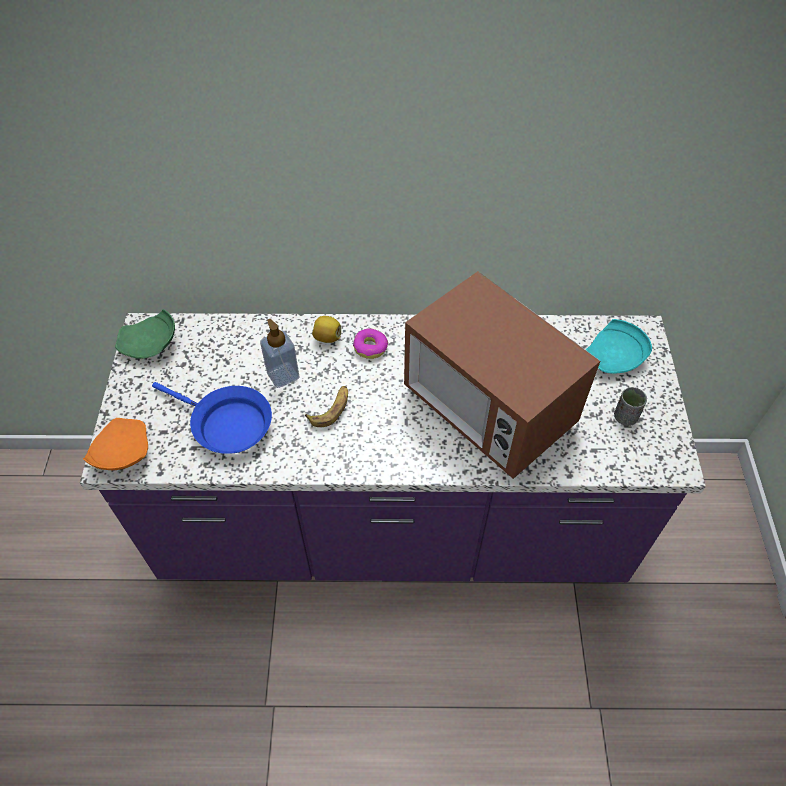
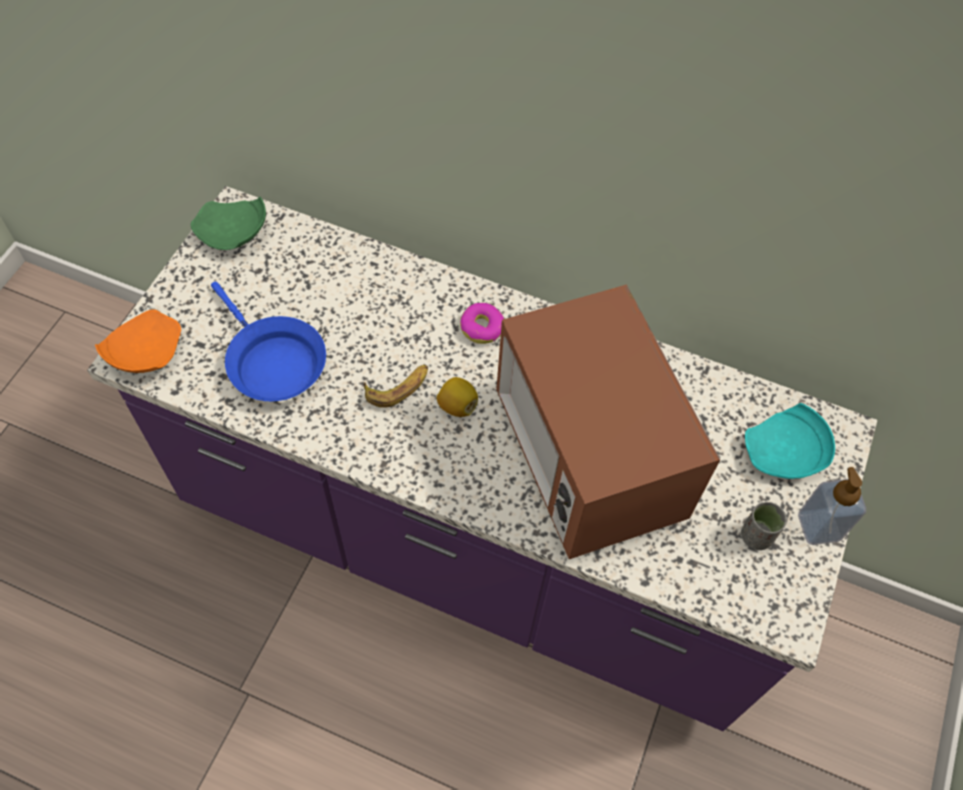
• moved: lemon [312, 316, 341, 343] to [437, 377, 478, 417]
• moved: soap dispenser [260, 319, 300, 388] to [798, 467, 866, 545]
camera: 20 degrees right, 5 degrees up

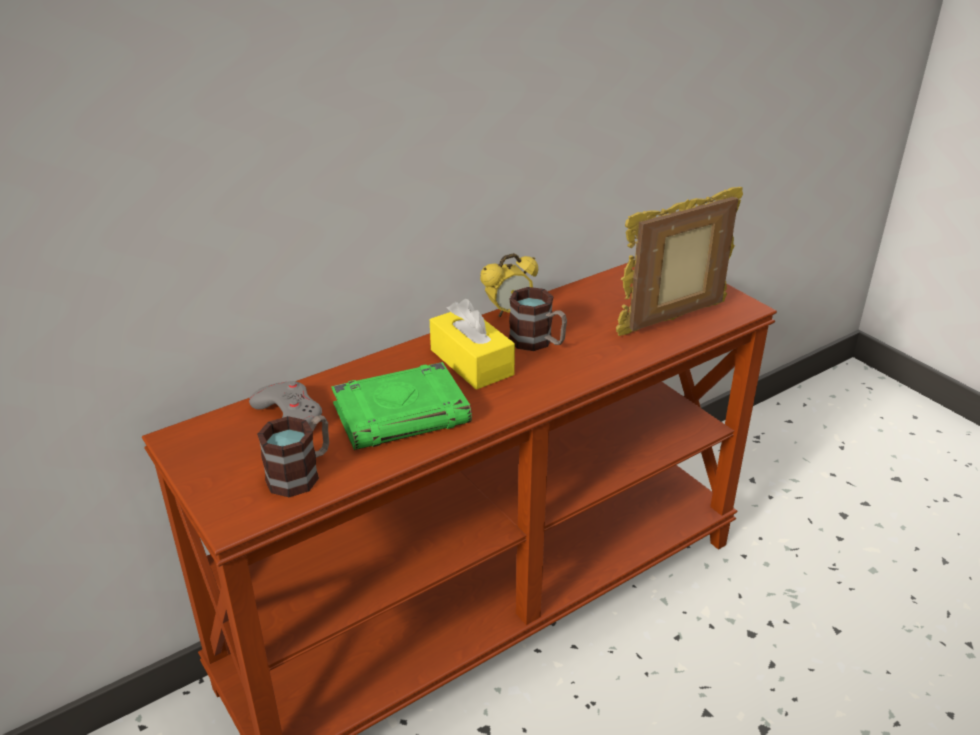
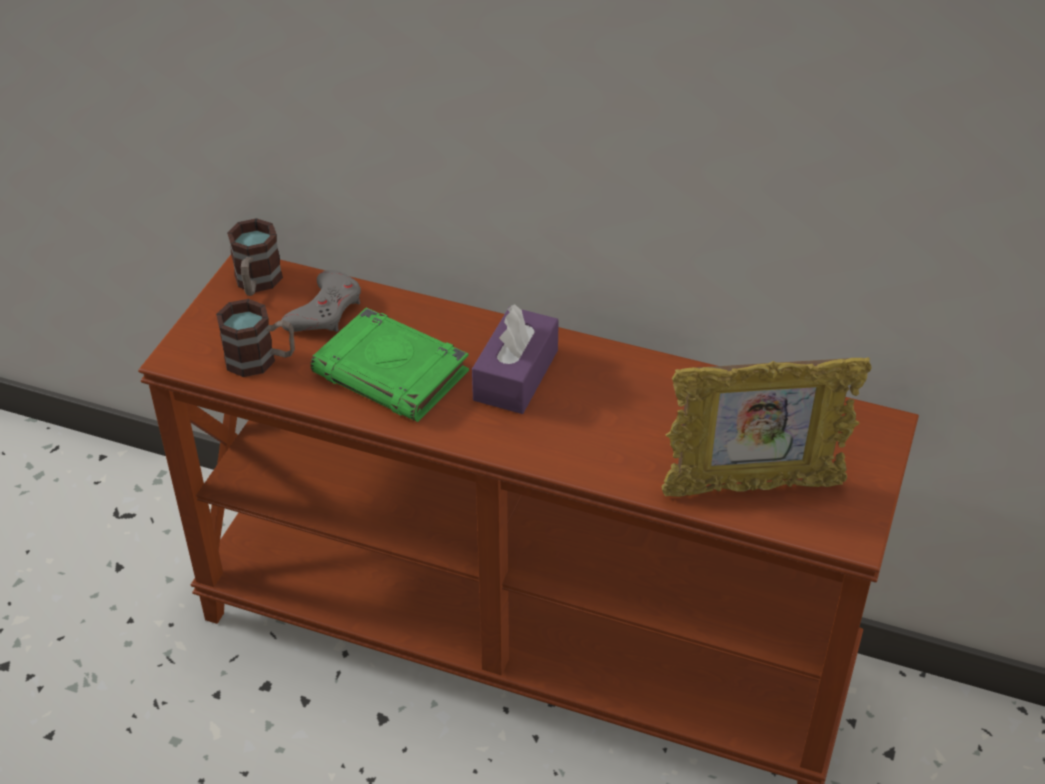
• moved: mug [509, 287, 567, 351] to [227, 218, 283, 296]
• recoloured: tissue box/yellow [430, 299, 515, 390] to tissue box/purple [472, 304, 559, 414]
• turned: picture frame [616, 187, 743, 336] = [661, 357, 872, 497] 150 degrees clockwise
• removed: alarm clock [480, 253, 538, 317]
camera: 55 degrees right, 10 degrees up

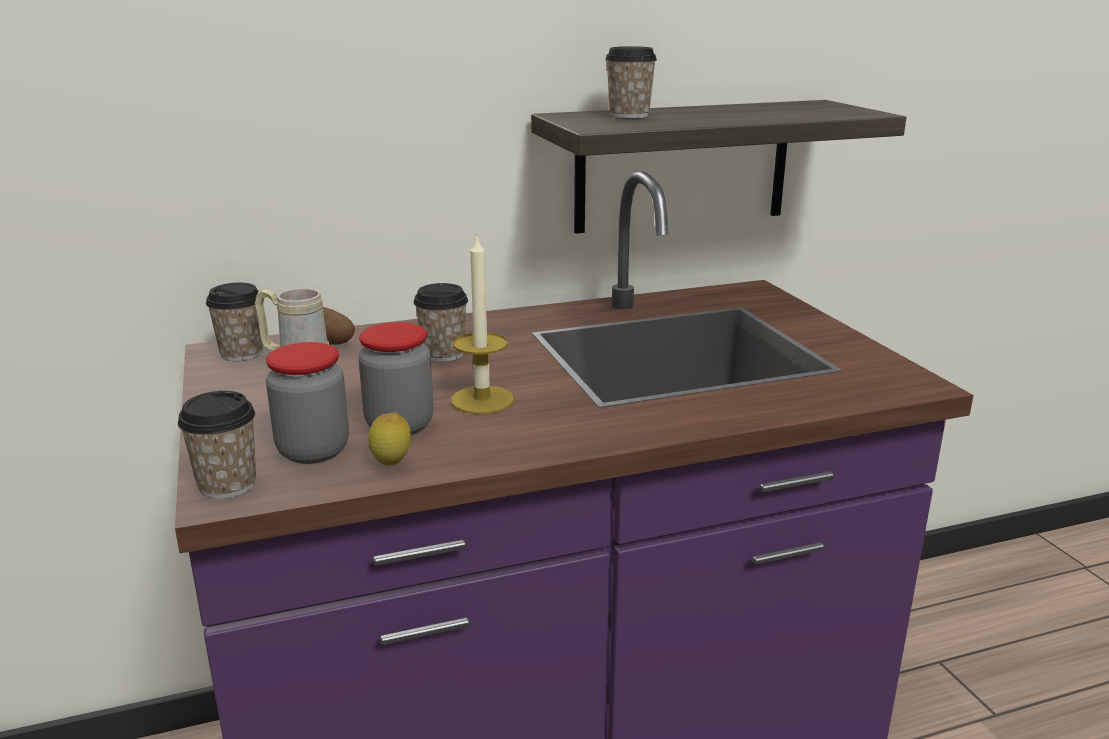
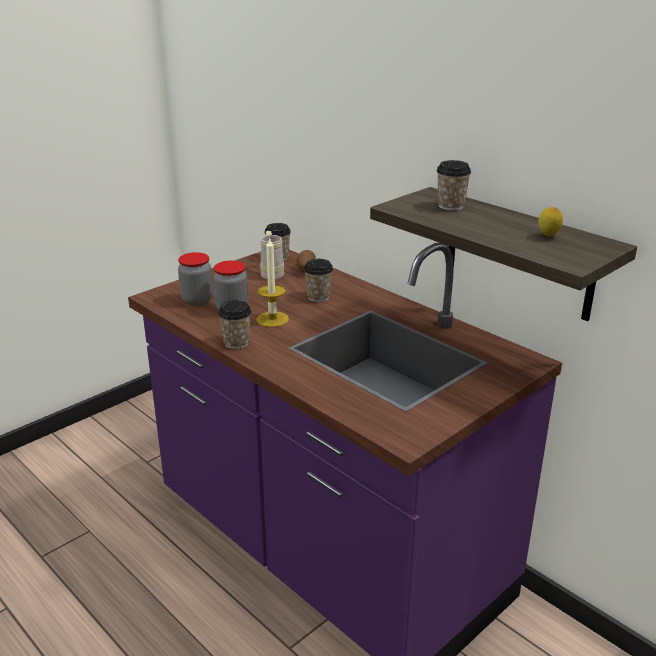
• moved: cup [178, 391, 256, 499] to [218, 300, 252, 349]
• moved: lemon [368, 412, 411, 465] to [538, 207, 563, 236]
camera: 65 degrees right, 5 degrees up

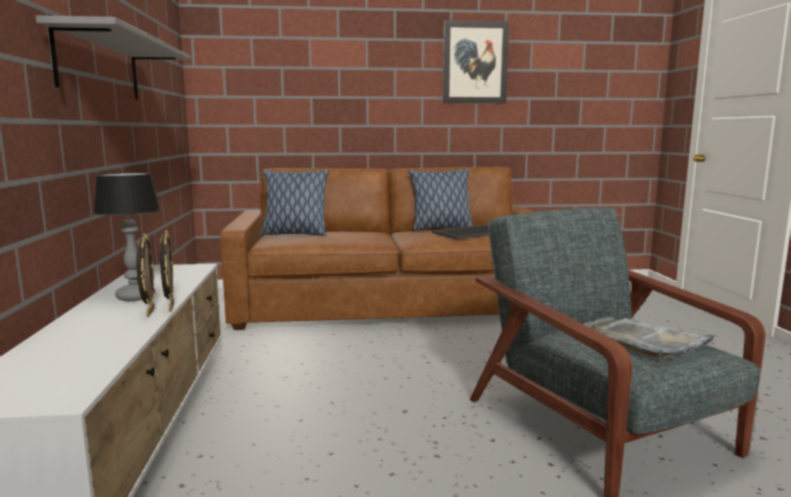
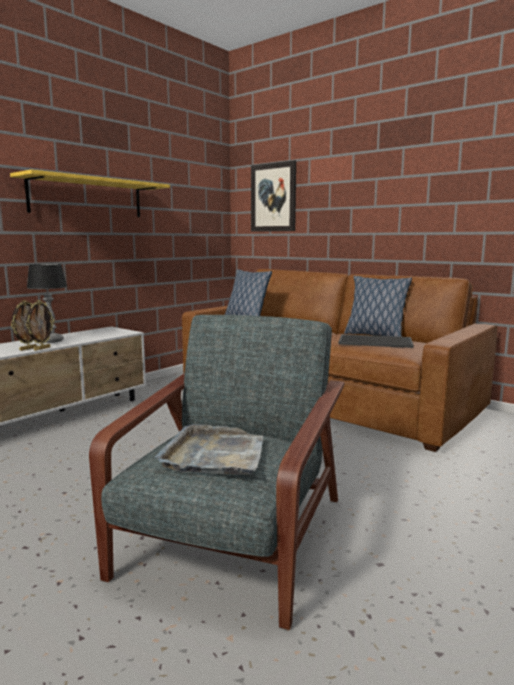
• recoloured: shelf/grey [36, 16, 191, 99] to shelf/yellow [10, 169, 170, 217]
• moved: picture [443, 20, 509, 104] to [251, 160, 296, 232]
camera: 45 degrees right, 0 degrees up

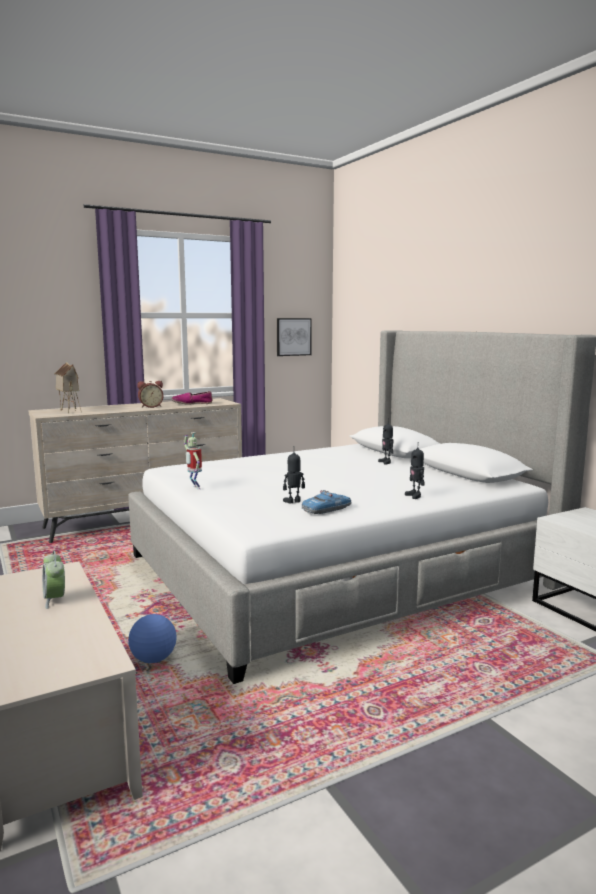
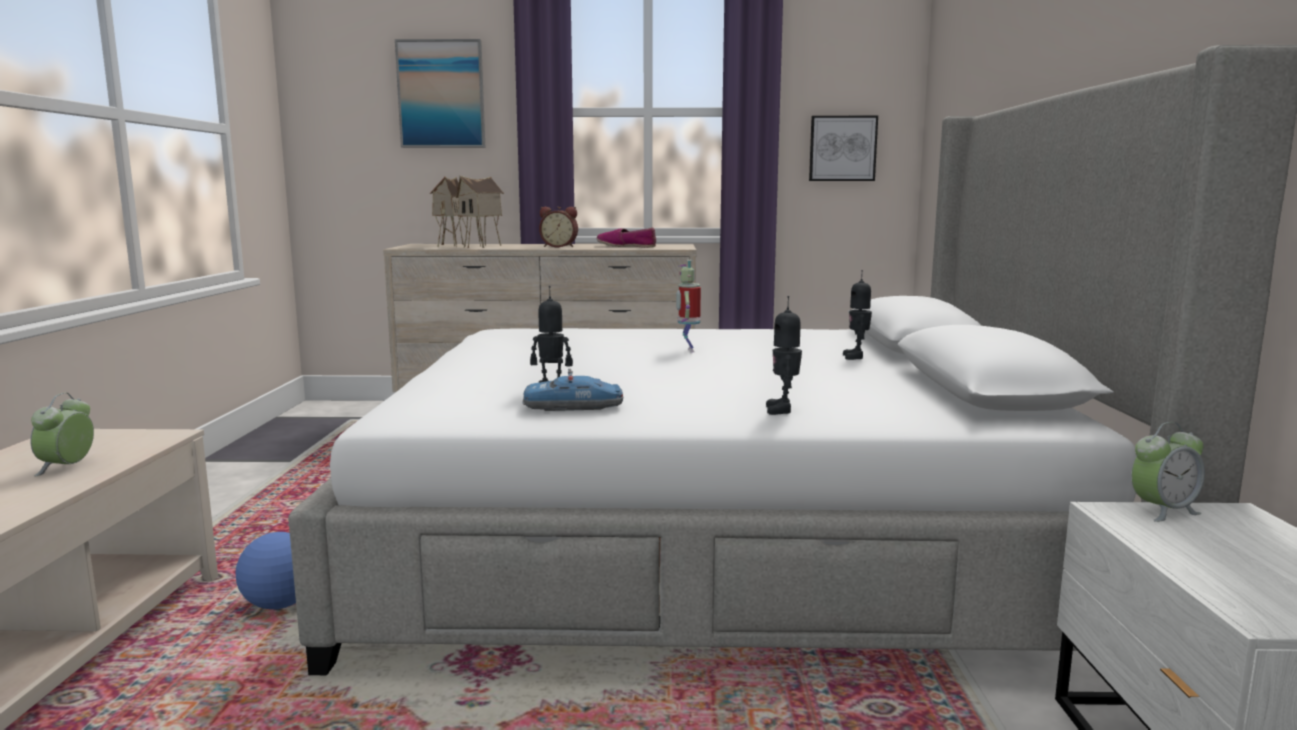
• added: picture [395, 39, 485, 148]
• added: toy house [456, 176, 504, 248]
• moved: toy robot [184, 432, 202, 489] to [676, 260, 701, 352]
• added: alarm clock [1131, 422, 1205, 522]
camera: 30 degrees right, 0 degrees up

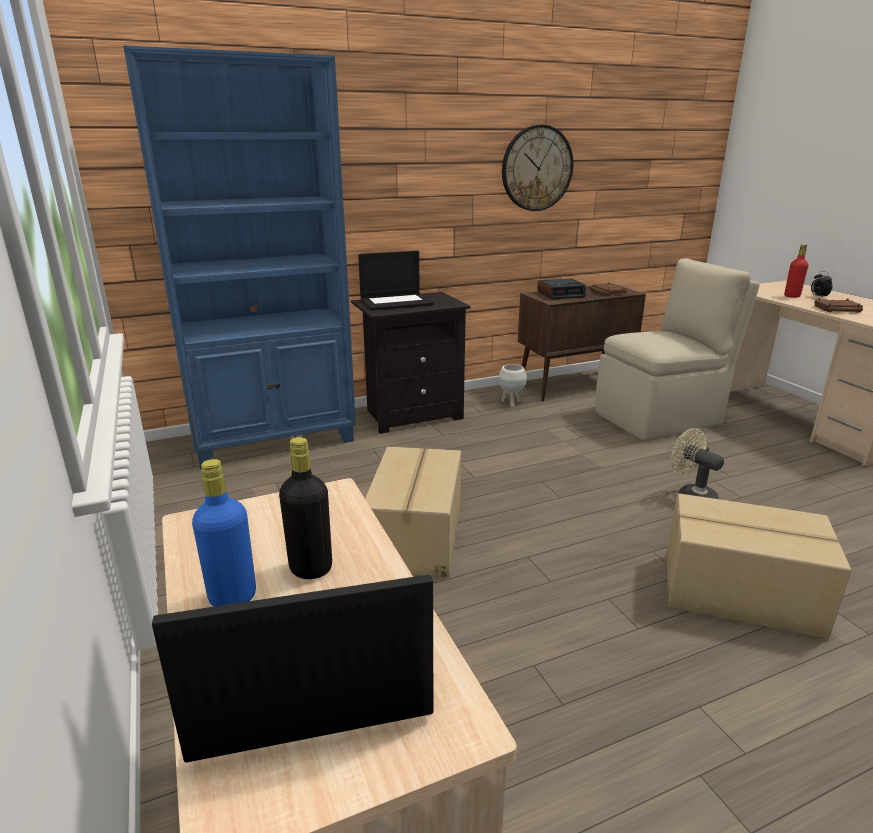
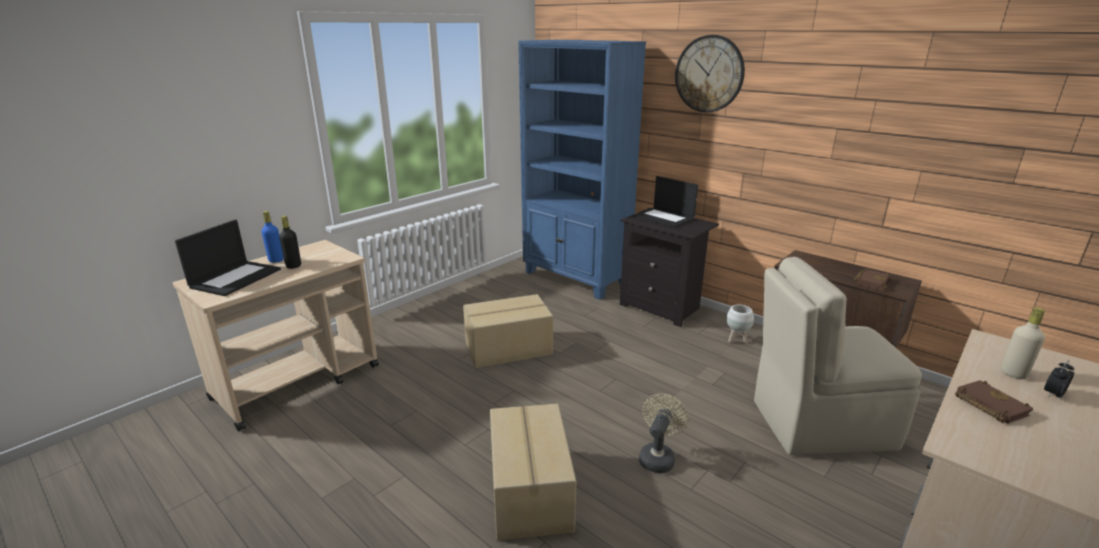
• turned: laptop [152, 575, 433, 763] = [175, 220, 281, 296] 60 degrees clockwise
• moved: wall clock [502, 125, 573, 211] to [675, 35, 745, 112]
• turned: chair/beige [595, 258, 760, 441] = [754, 257, 922, 455] 135 degrees clockwise
• recoloured: bottle/red [784, 244, 809, 298] to bottle/beige [1001, 307, 1045, 379]
• removed: alarm clock [537, 279, 586, 299]
camera: 65 degrees right, 0 degrees up

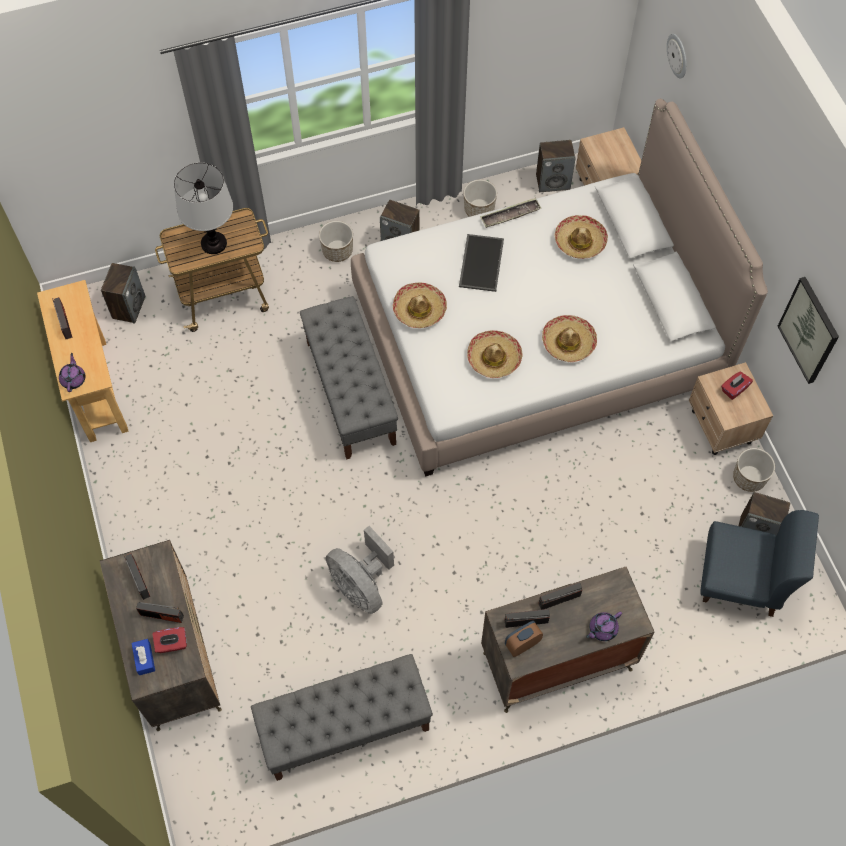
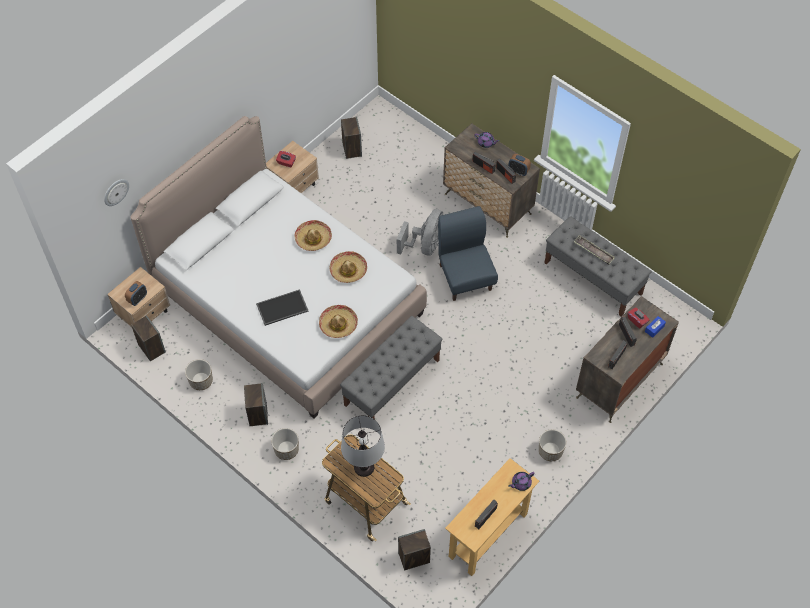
• added: alarm clock [125, 281, 147, 306]
• moved: fan/grey [325, 526, 394, 614] to [397, 209, 443, 256]
• moved: chair/blue [700, 510, 819, 617] to [438, 206, 498, 301]
• moved: planter [733, 448, 775, 492] to [539, 429, 566, 461]
• moved: tray [480, 198, 541, 228] to [574, 235, 615, 265]
• removed: hat [555, 215, 608, 259]
• removed: picture [777, 277, 839, 384]
camera: 120 degrees left, 5 degrees down

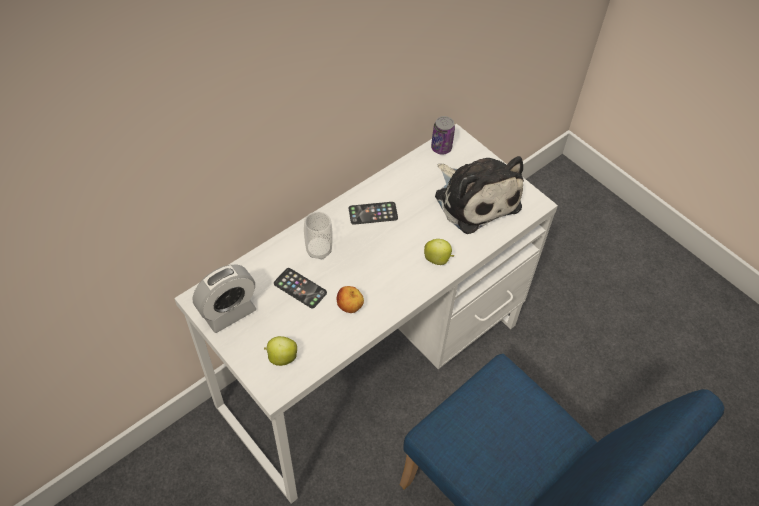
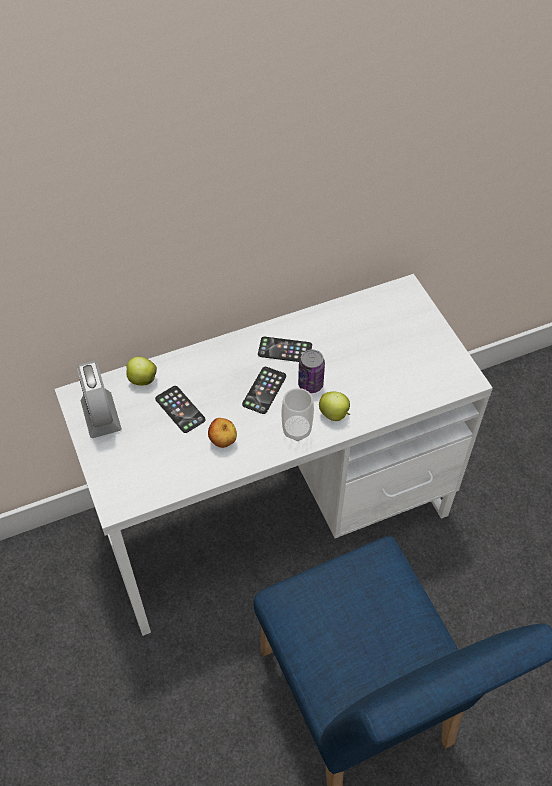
• turned: alarm clock [192, 265, 257, 333] = [77, 361, 122, 438] 90 degrees clockwise
• moved: apple [264, 336, 297, 366] to [126, 357, 157, 386]
• added: phone [242, 367, 286, 414]
• moved: cup [304, 212, 333, 260] to [282, 388, 314, 441]
• moved: can [431, 116, 455, 154] to [298, 349, 325, 393]
• removed: plush toy [435, 156, 524, 234]
camera: 20 degrees right, 0 degrees up

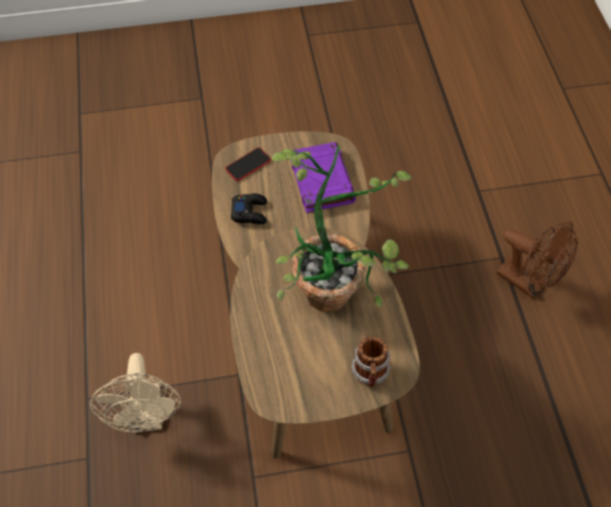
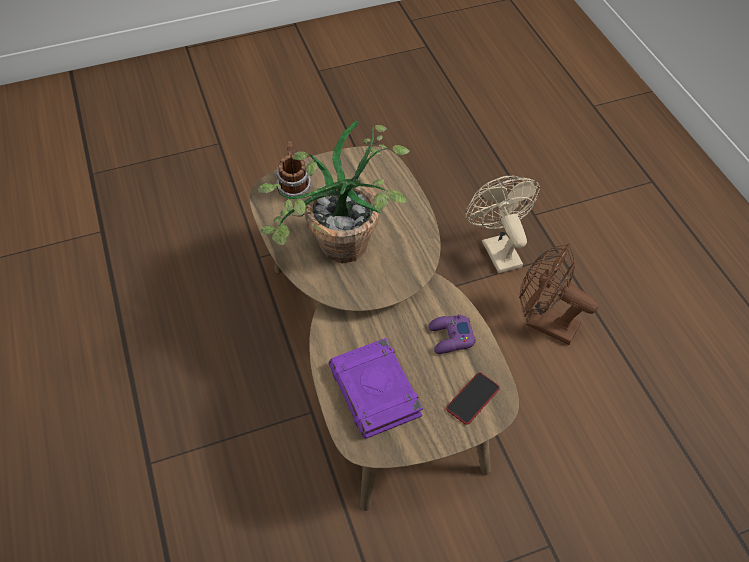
• recoloured: game controller/black [231, 193, 267, 224] to game controller/purple [428, 314, 476, 354]
• moved: fan/brown [497, 222, 578, 298] to [519, 244, 599, 345]
camera: 170 degrees right, 5 degrees down

